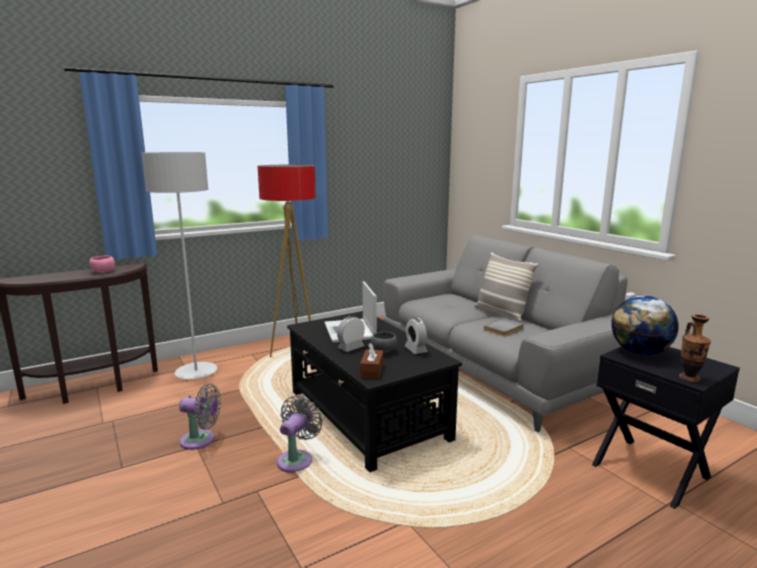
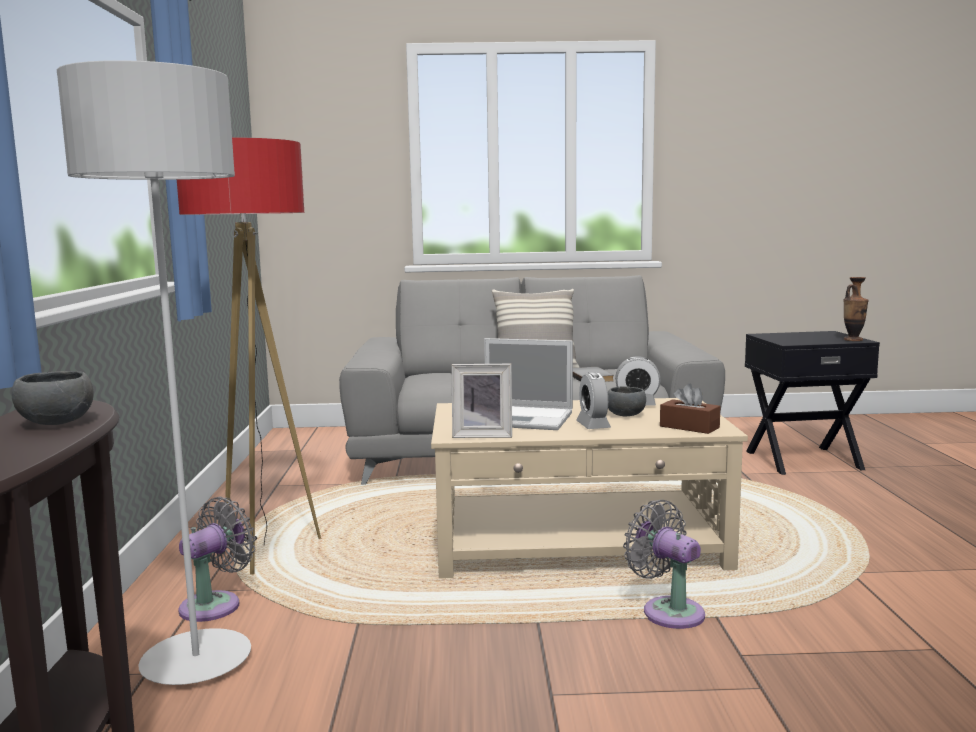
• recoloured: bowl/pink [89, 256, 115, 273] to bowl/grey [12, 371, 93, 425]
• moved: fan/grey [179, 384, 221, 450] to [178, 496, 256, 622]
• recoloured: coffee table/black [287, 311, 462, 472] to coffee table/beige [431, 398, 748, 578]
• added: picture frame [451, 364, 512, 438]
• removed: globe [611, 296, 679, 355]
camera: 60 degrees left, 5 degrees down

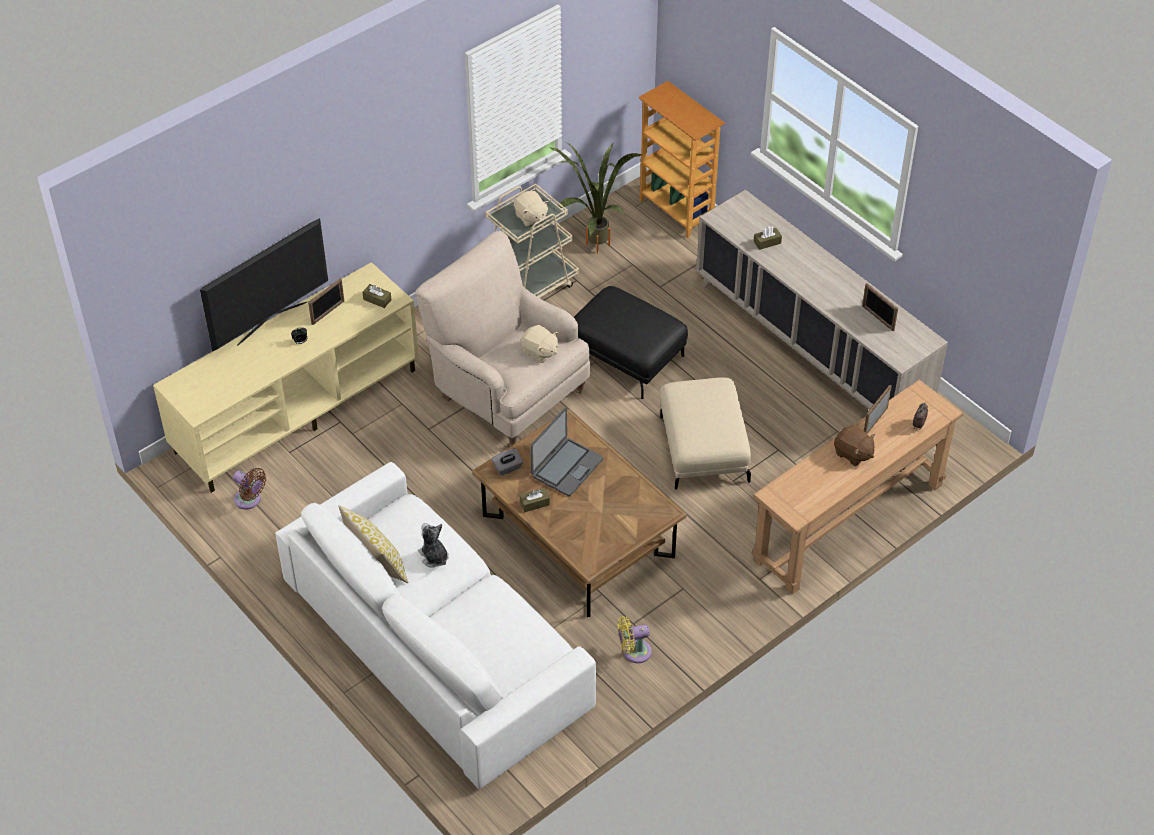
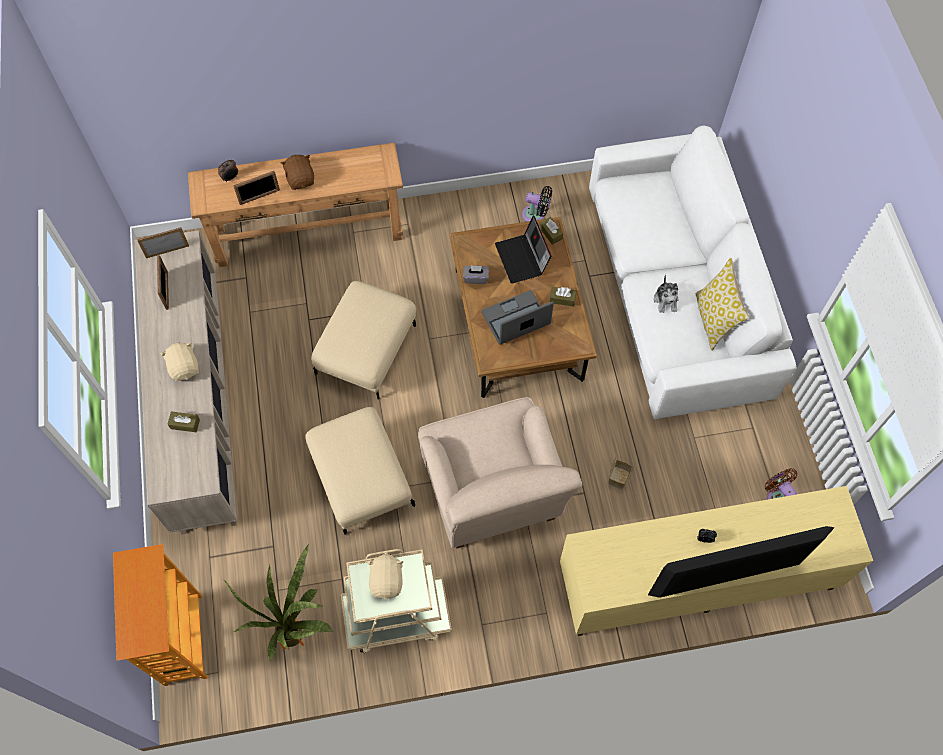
• moved: picture frame [308, 278, 344, 325] to [137, 227, 189, 258]
• moved: plush toy/beige [520, 325, 558, 363] to [160, 343, 199, 381]
• recoloured: ottoman/black [574, 286, 688, 399] to ottoman/beige [305, 407, 415, 535]
• moved: tissue box/grey [492, 448, 523, 476] to [463, 265, 489, 284]
• added: laptop [495, 215, 551, 284]
• recoloured: fan/yellow [617, 616, 652, 663] to fan/black [522, 186, 552, 222]
• moved: tissue box/brown [363, 284, 391, 308] to [539, 217, 563, 245]
• added: basket [608, 457, 635, 489]
camera: 150 degrees left, 15 degrees up

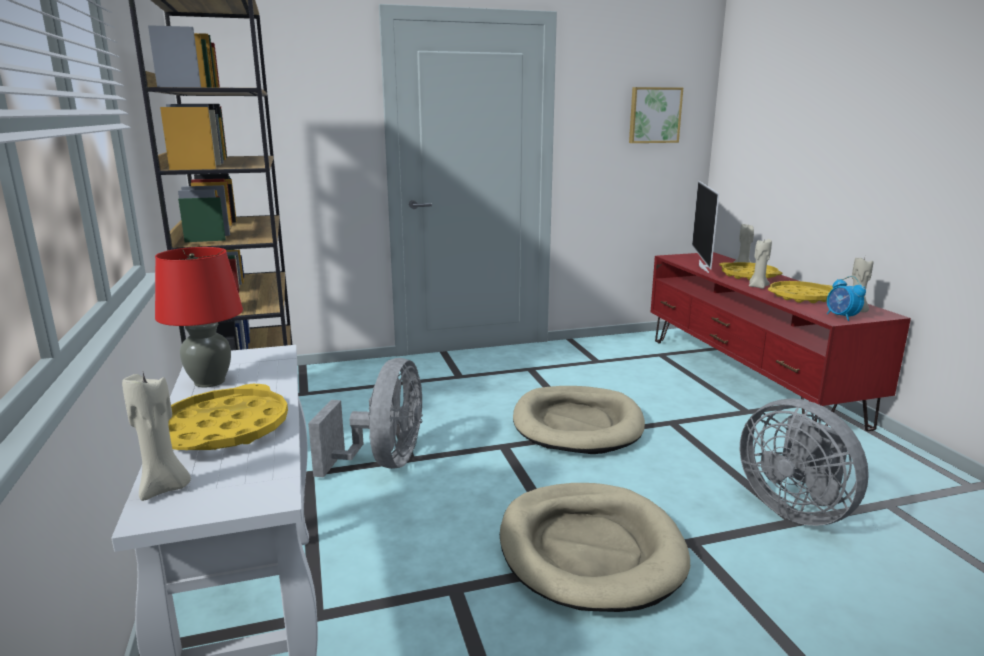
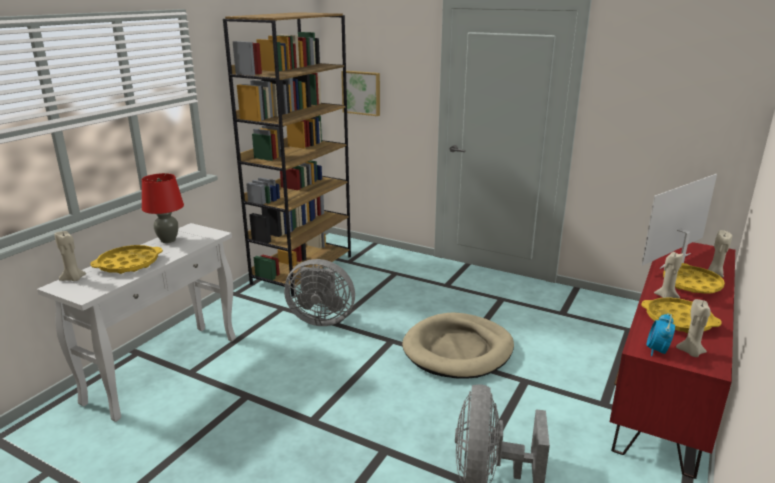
• turned: fan/grey [308, 358, 423, 478] = [284, 259, 355, 326] 45 degrees clockwise
• moved: picture [629, 87, 683, 143] to [341, 71, 380, 116]
• removed: dog bed/beige [500, 483, 690, 612]
camera: 45 degrees right, 5 degrees up

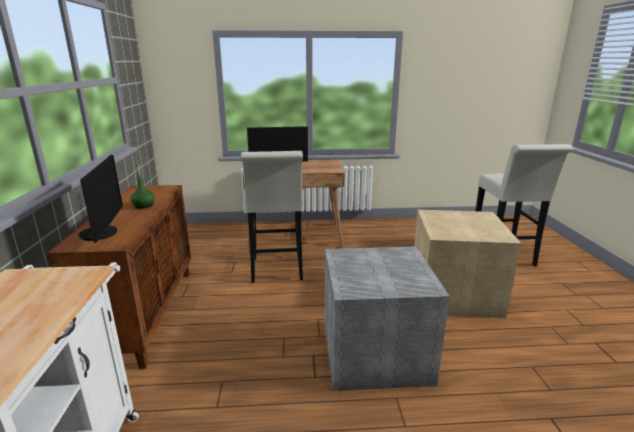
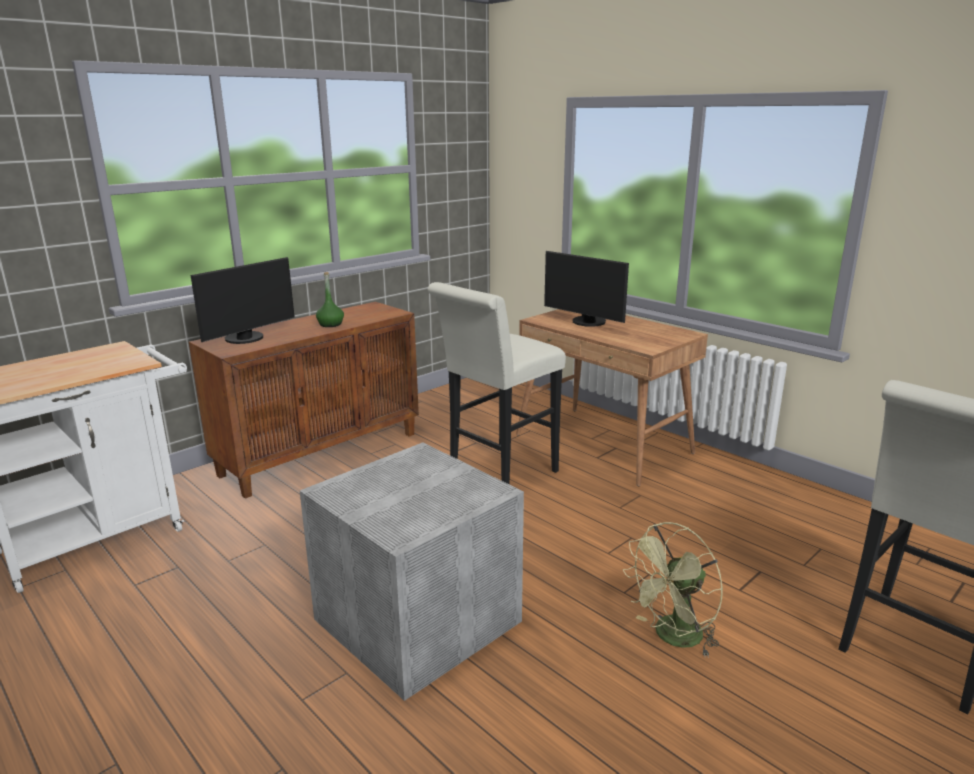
• replaced: storage box/beige [414, 210, 521, 319] to fan/green [623, 522, 723, 658]
camera: 50 degrees right, 0 degrees up

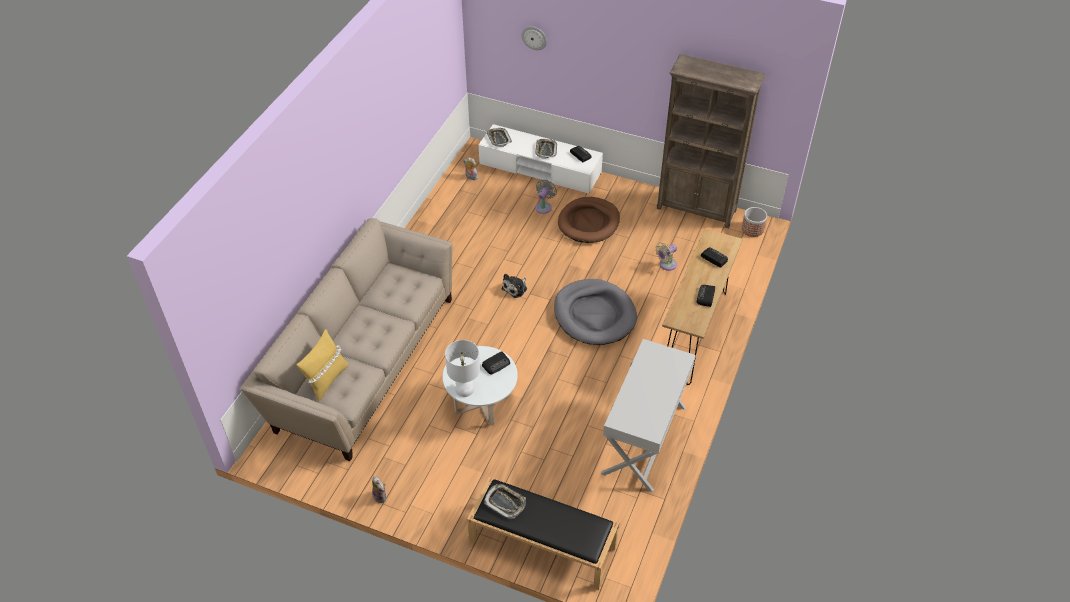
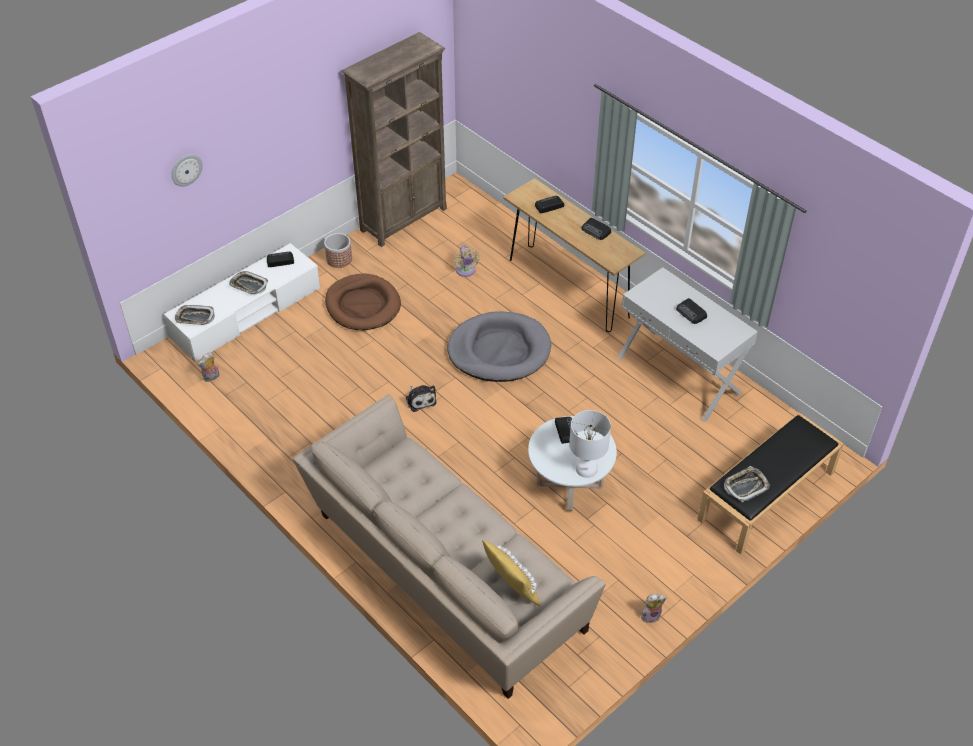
• moved: planter [742, 207, 767, 237] to [324, 233, 352, 268]
• added: radio [676, 298, 707, 324]
• removed: fan/grey [535, 179, 557, 214]
camera: 65 degrees left, 0 degrees up

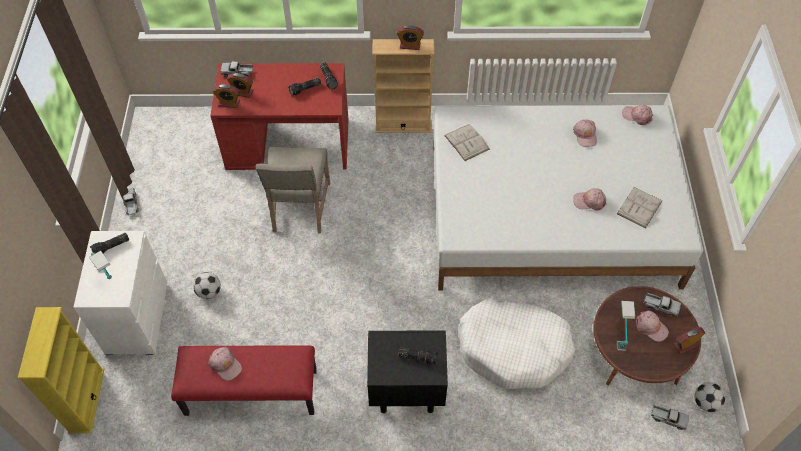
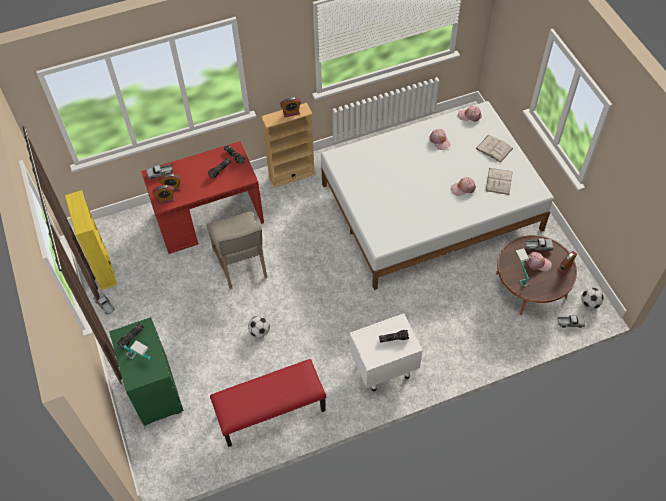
• moved: bookcase/yellow [18, 307, 104, 433] to [65, 190, 117, 290]
• recoloured: dresser/white [73, 231, 167, 355] to dresser/green [109, 317, 184, 426]
• moved: football [193, 272, 221, 299] to [248, 316, 270, 338]
• recoloured: nightstand/black [367, 330, 448, 413] to nightstand/white [350, 313, 423, 391]
• moved: book/white [444, 124, 490, 161] to [476, 135, 513, 163]
• removed: cap/pink [208, 347, 242, 381]
• removed: dog bed/white [458, 298, 576, 389]
camera: 20 degrees left, 0 degrees up

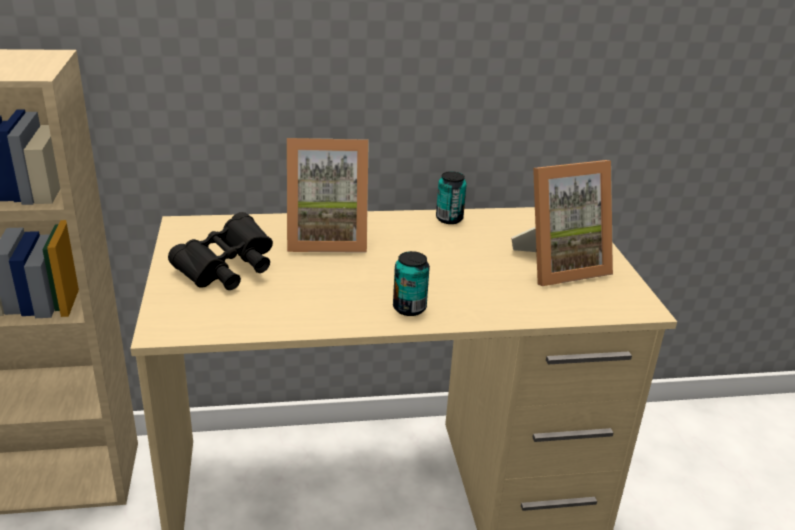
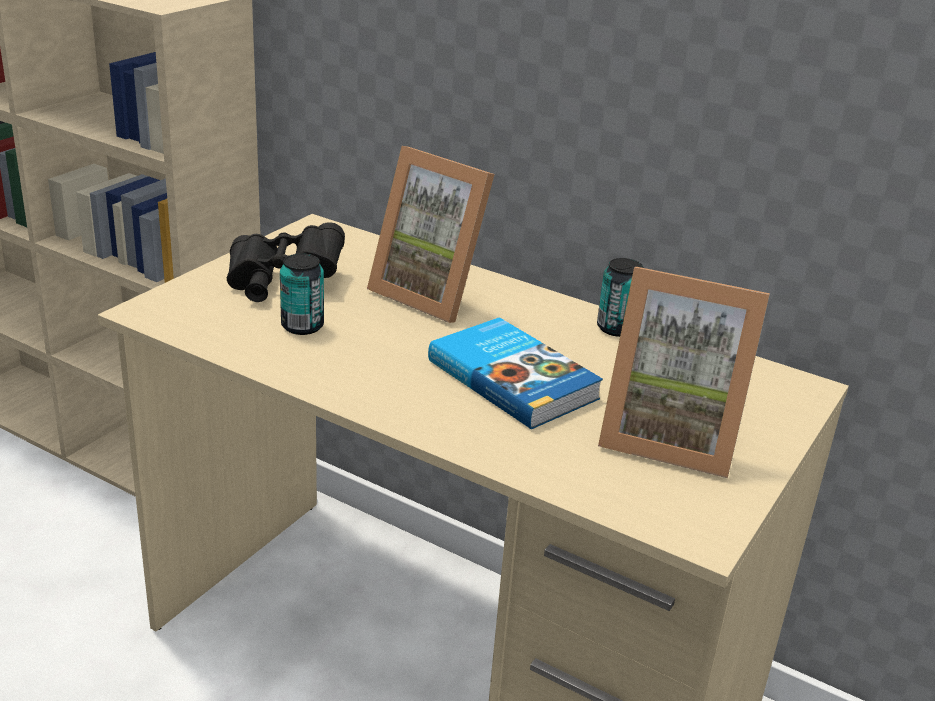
• moved: can [393, 251, 430, 316] to [280, 254, 324, 335]
• added: book [428, 317, 603, 429]
camera: 40 degrees right, 0 degrees up

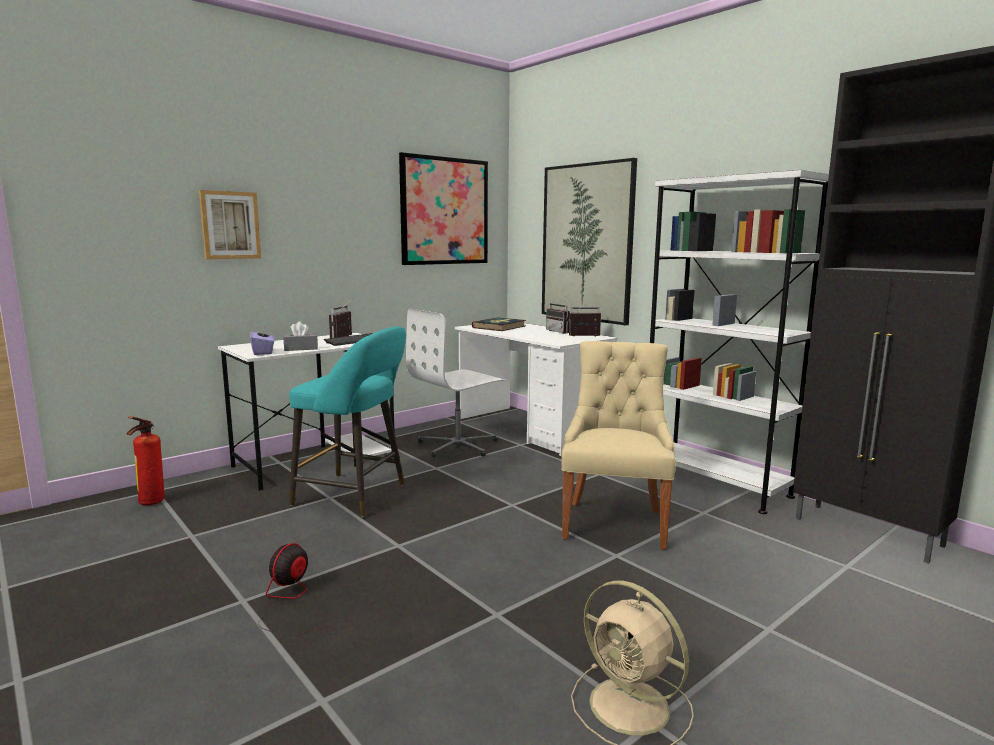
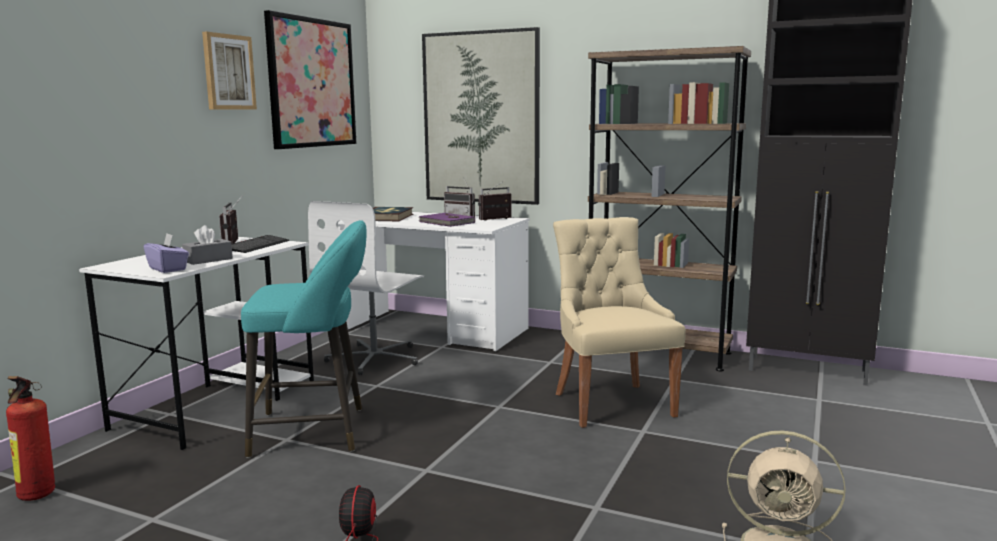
• moved: picture [199, 190, 261, 259] to [202, 32, 257, 110]
• added: book/purple [419, 213, 475, 227]
• recoloured: bookcase/white [650, 170, 829, 514] to bookcase/brown [588, 46, 751, 371]
camera: 25 degrees left, 0 degrees up

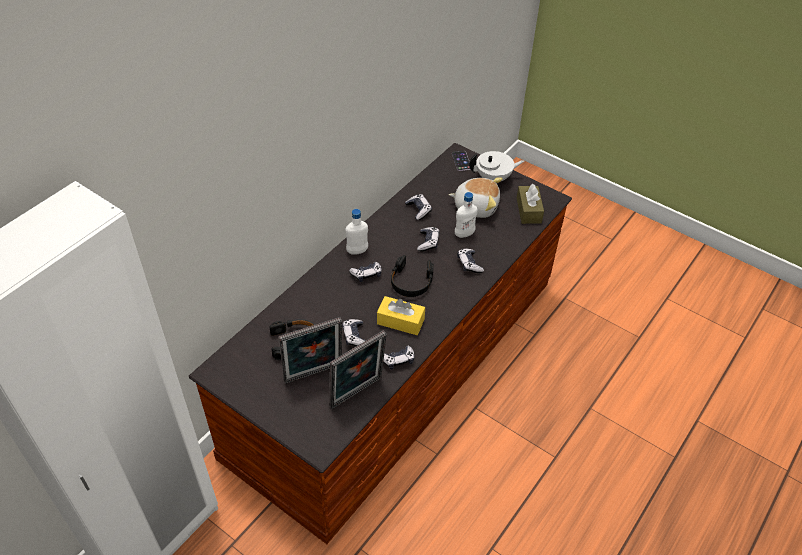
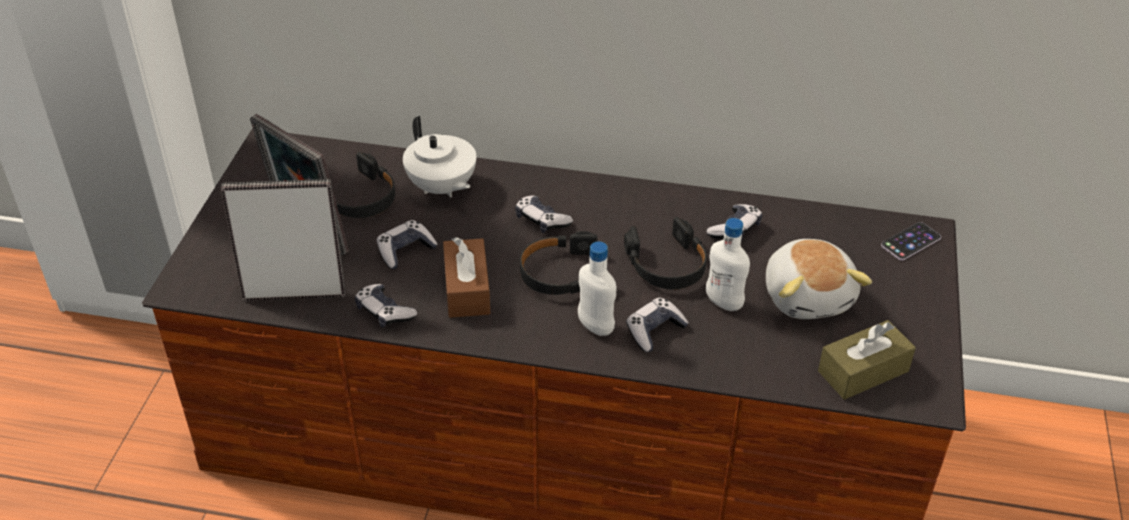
• turned: picture frame [329, 331, 387, 409] = [221, 179, 346, 301] 150 degrees clockwise
• moved: teapot/white [469, 151, 524, 182] to [403, 116, 476, 198]
• recoloured: tissue box/yellow [377, 296, 425, 335] to tissue box/brown [443, 237, 490, 318]
• moved: bottle/white [345, 209, 368, 255] to [578, 241, 616, 336]
• replaced: game controller [417, 227, 439, 252] to headphones/black [624, 217, 707, 289]
camera: 65 degrees right, 5 degrees down

